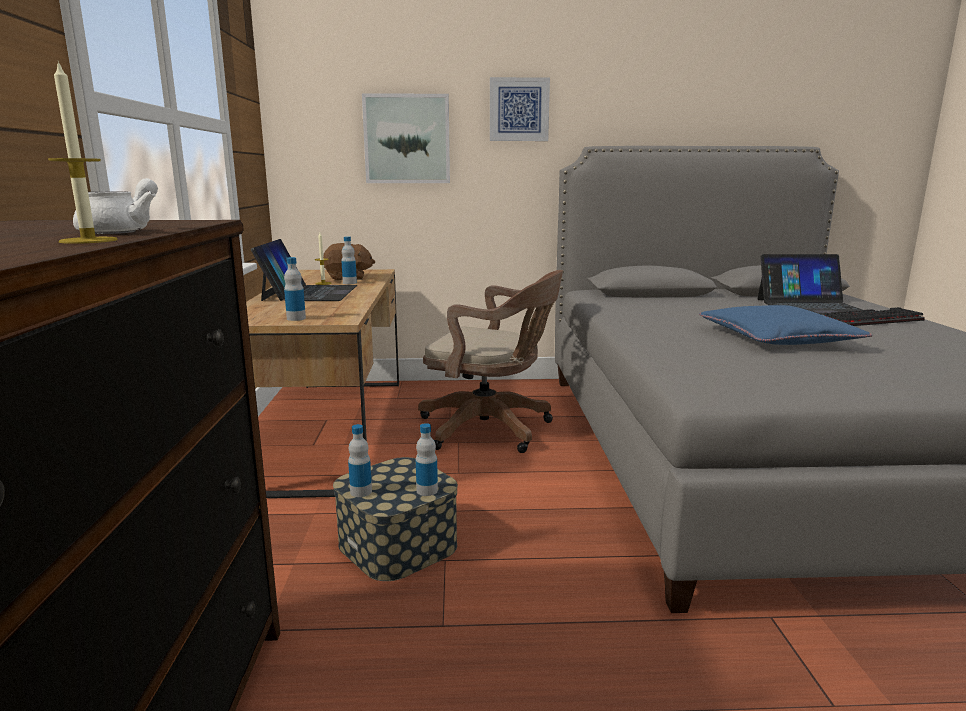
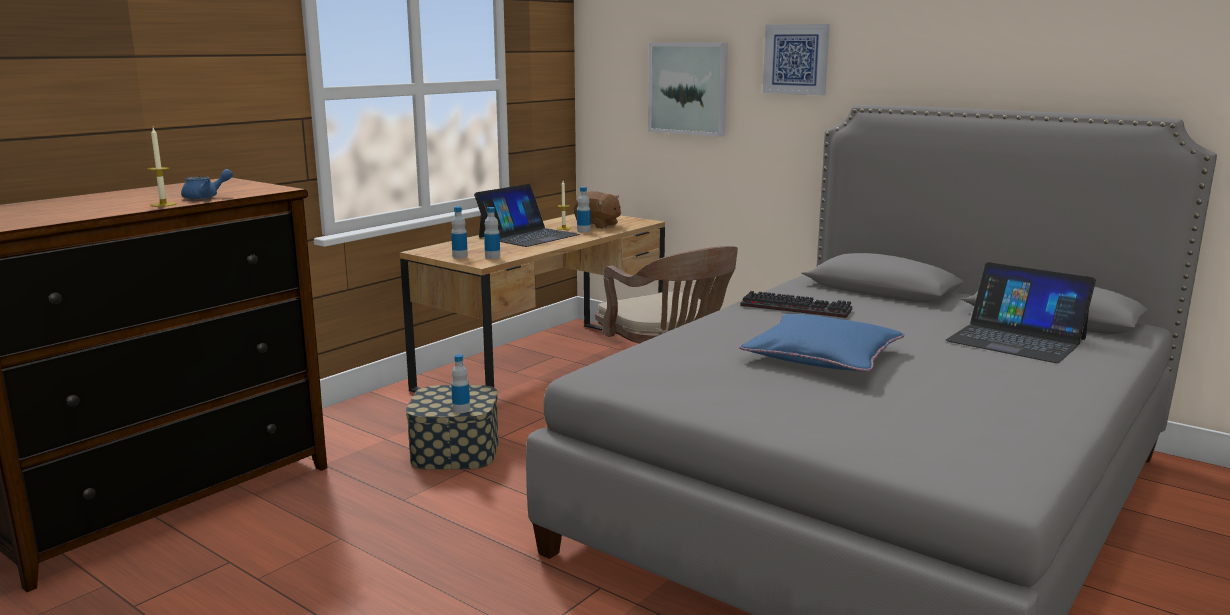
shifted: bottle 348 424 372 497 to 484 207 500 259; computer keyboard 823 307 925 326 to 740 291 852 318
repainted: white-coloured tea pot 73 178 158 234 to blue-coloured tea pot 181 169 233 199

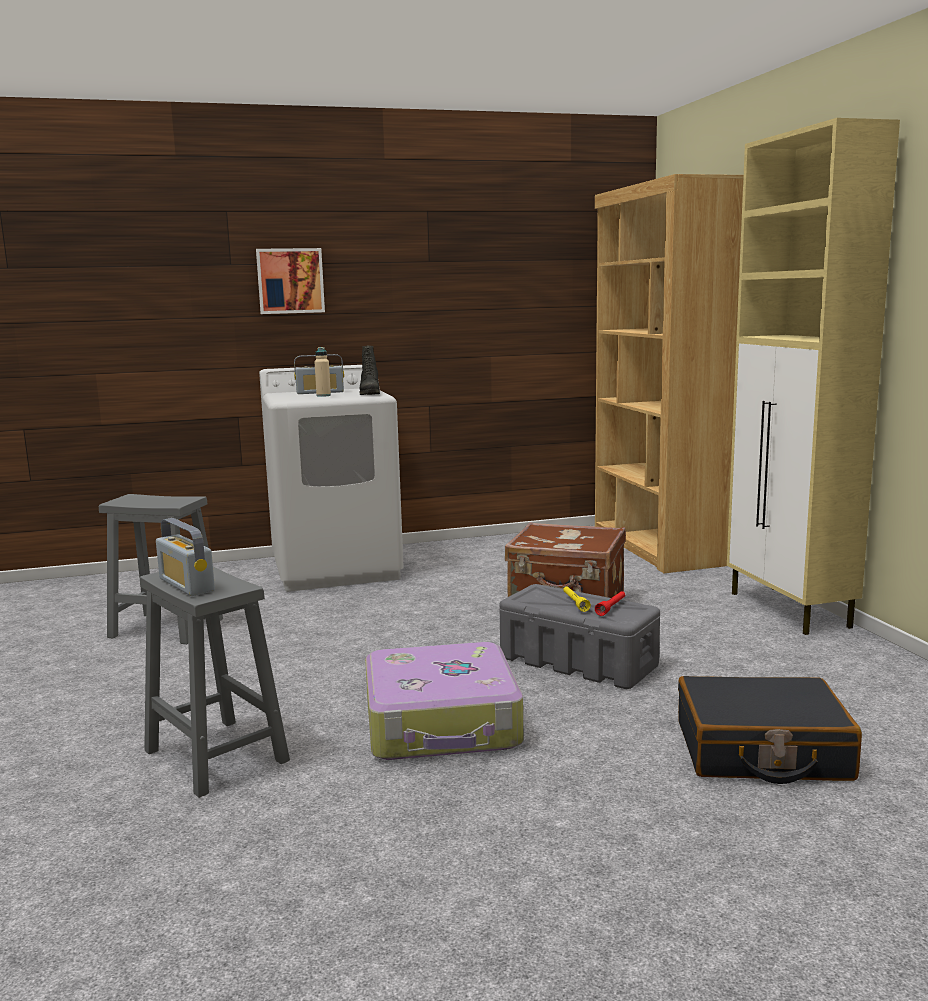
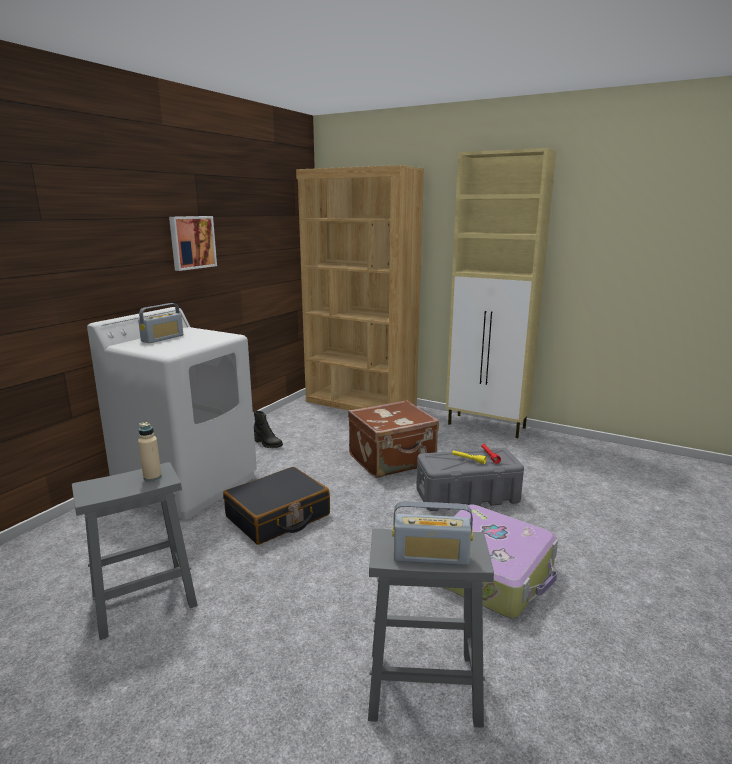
shifted: beige bottle 315 347 331 397 to 138 422 162 481; wall picture 256 248 325 314 to 169 216 217 271; blackish travel case 678 676 862 784 to 223 467 330 545; blackish boot 360 345 380 395 to 254 411 283 448

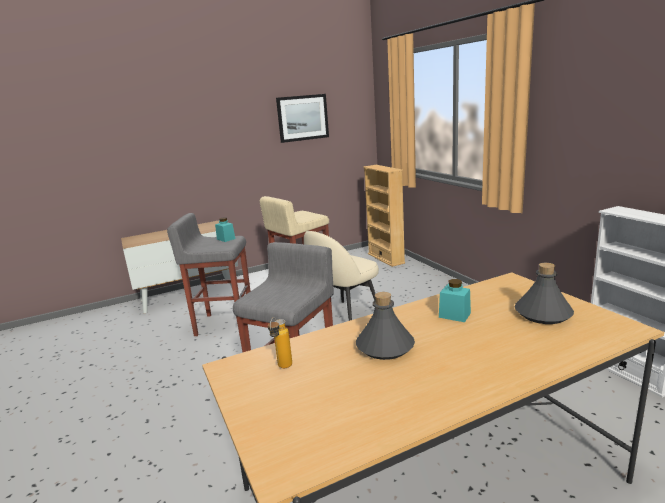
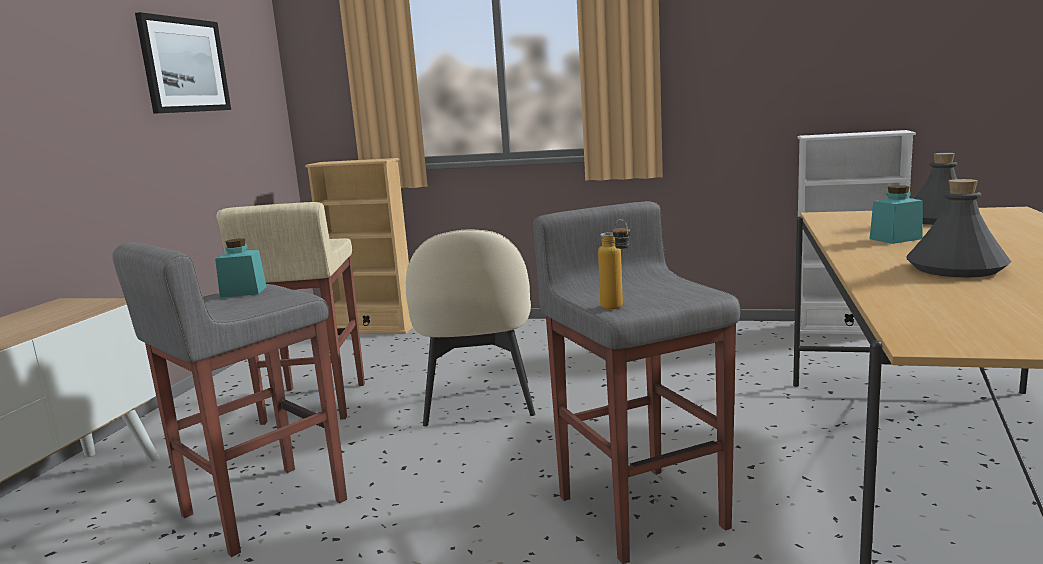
shifted: bottle 268 317 292 368 to 598 219 630 309

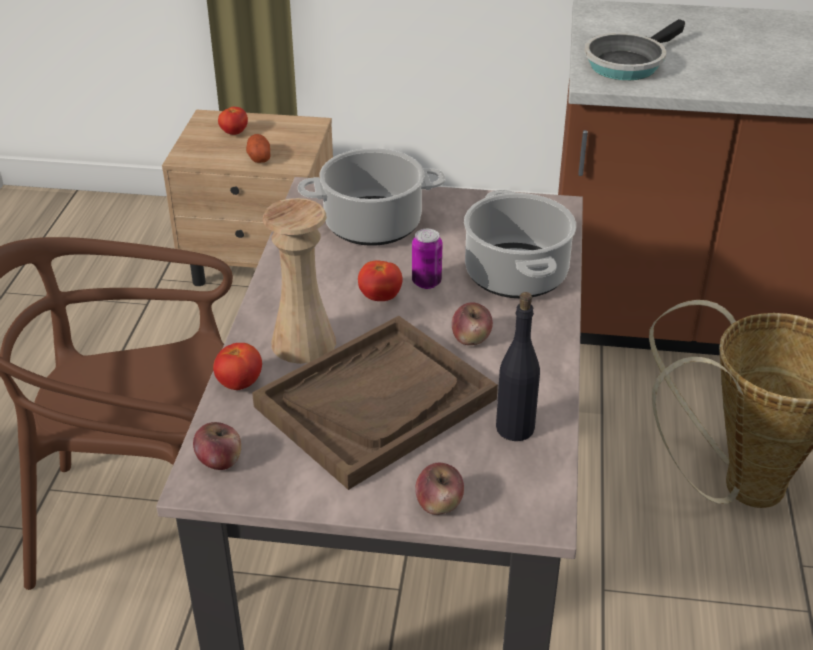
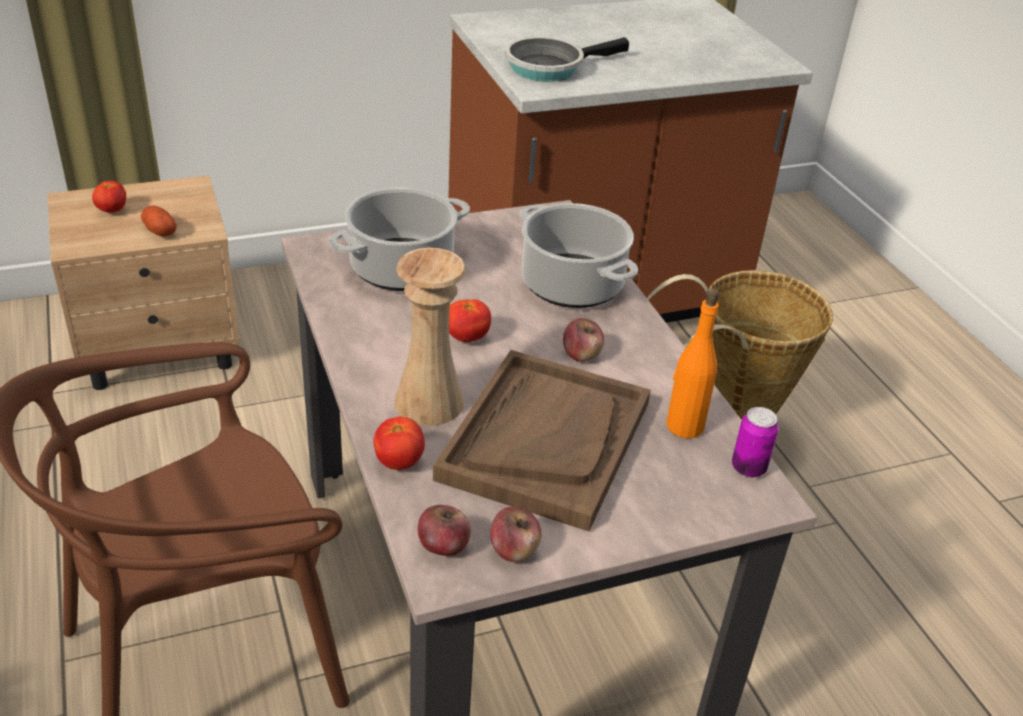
shifted: whole apple 415 462 464 515 to 490 506 541 562; sealed can 412 229 442 289 to 732 407 779 477
repainted: blackish bottle 496 292 540 441 to orange bottle 666 288 719 438
rotated: skillet 584 19 685 80 = 505 37 629 82 45 degrees clockwise

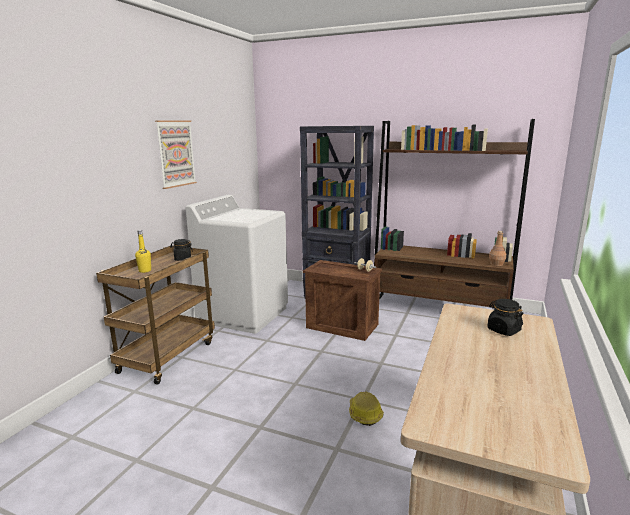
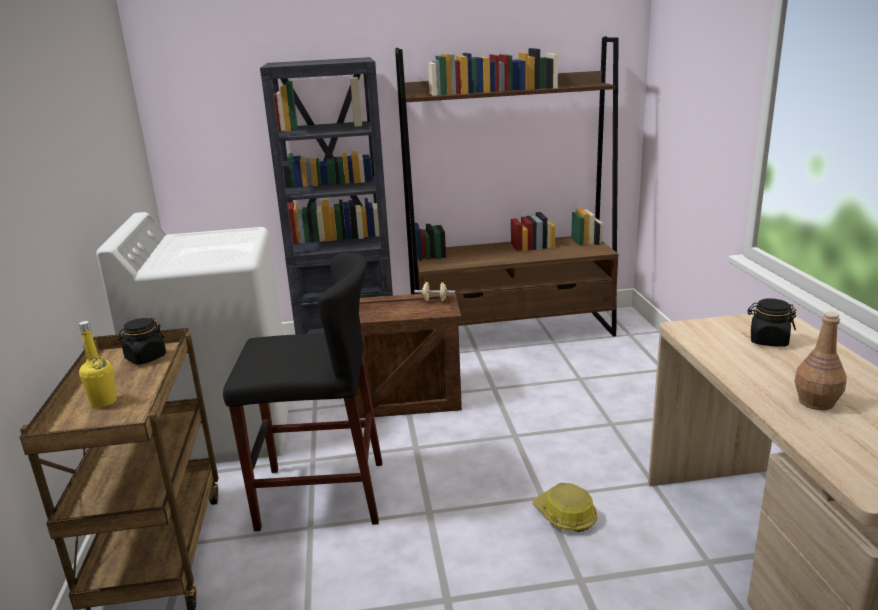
gone: wall picture 155 120 197 189
new: blackish stool seat 223 252 382 531
shifted: brownish bottle 489 231 506 266 to 794 312 847 410

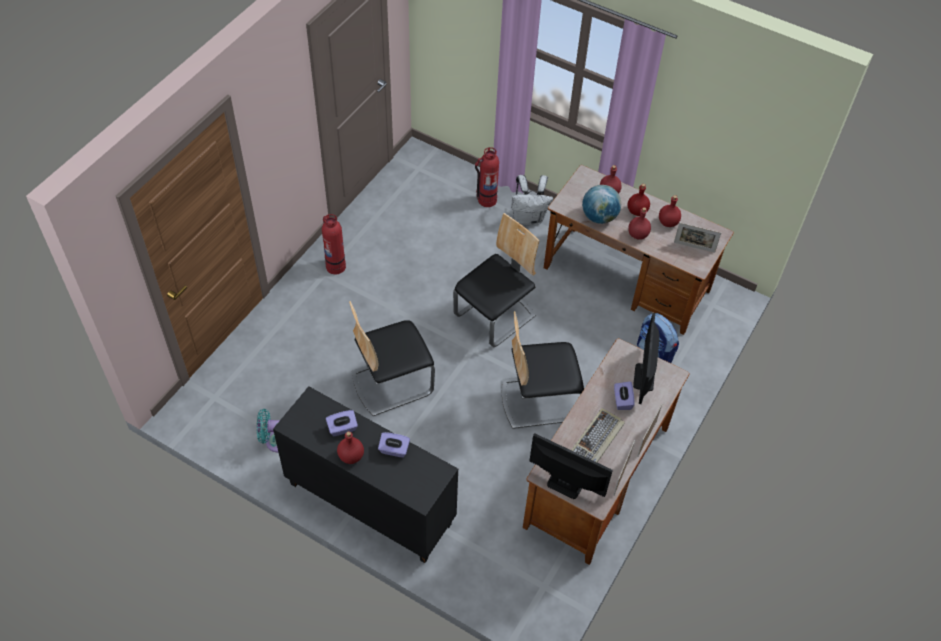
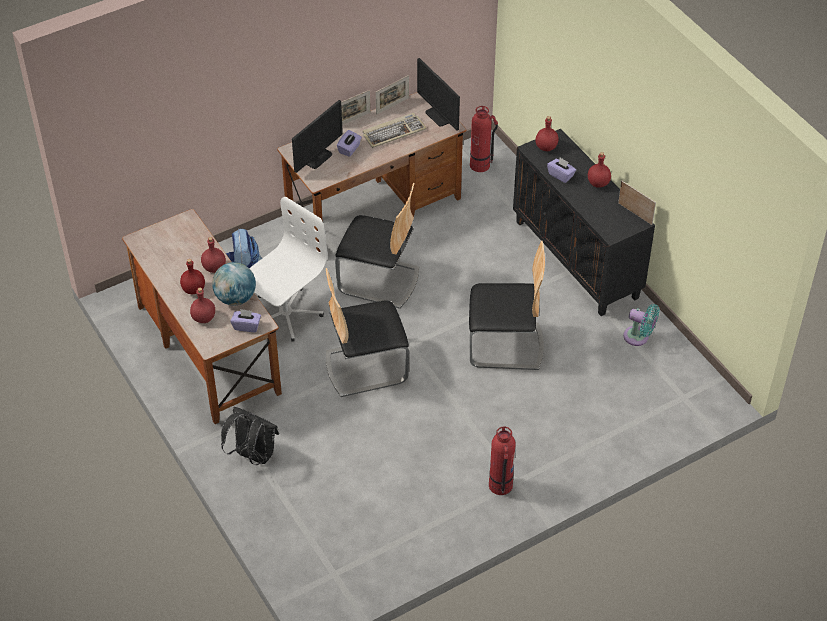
new: white-coloured office chair 249 197 327 342
shifted: purple-coloured tissue box 326 410 358 436 to 230 309 261 332; extinguisher 475 147 499 207 to 470 106 498 172; red bottle 659 195 681 227 to 535 116 559 151; standing frame 674 222 721 253 to 618 180 656 225
repainted: white-coloured rucksack 511 175 554 225 to blackish rucksack 221 407 279 465

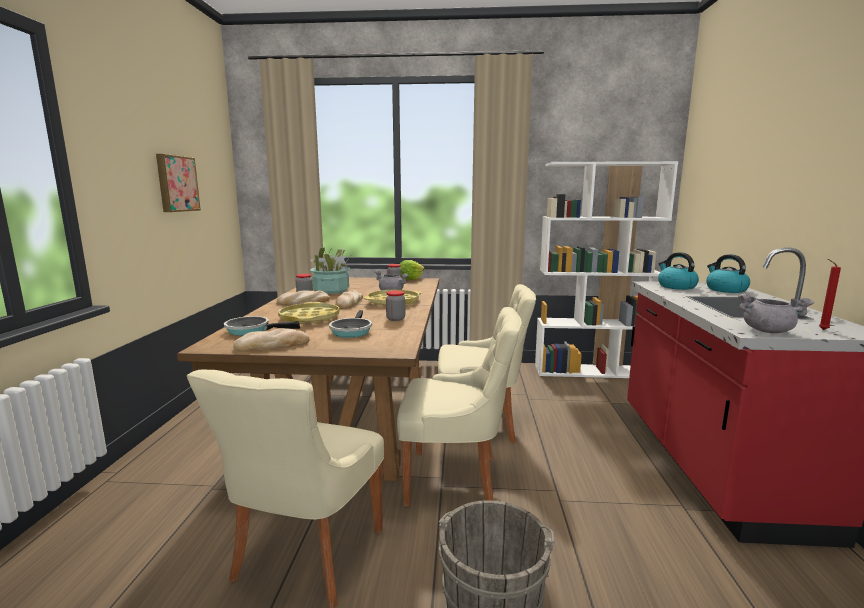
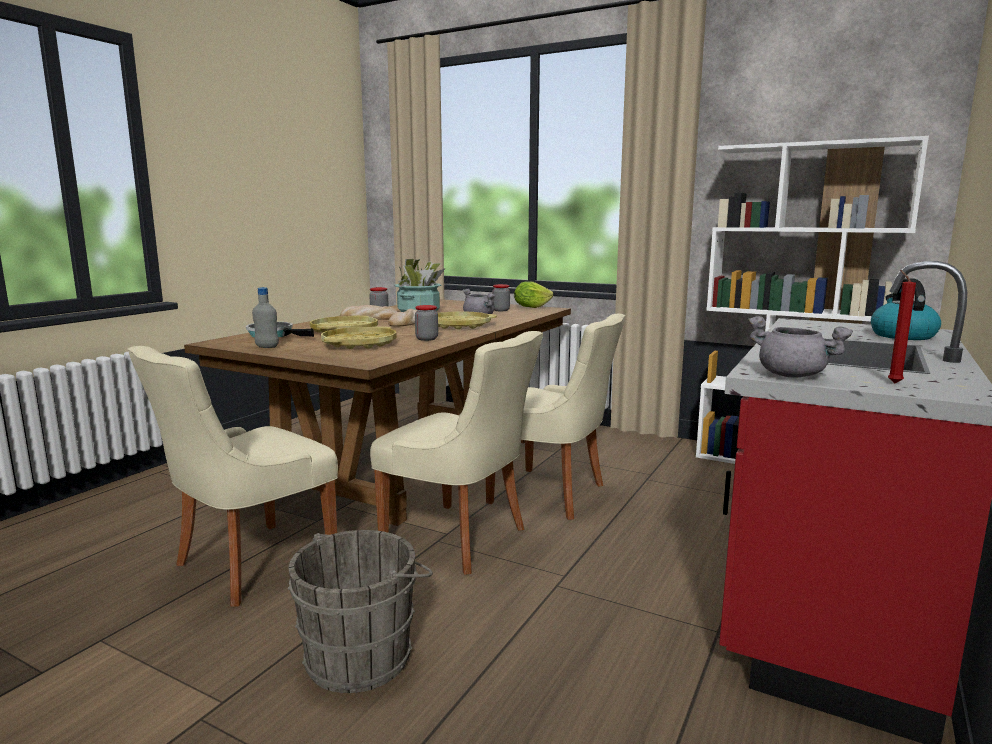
gone: wall picture 156 154 201 212; kettle 658 252 699 290
swapped: baked bread 233 328 310 352 to gray bottle 252 287 279 348; skillet 329 310 372 338 to yellow-coloured carrying tray 321 326 397 349

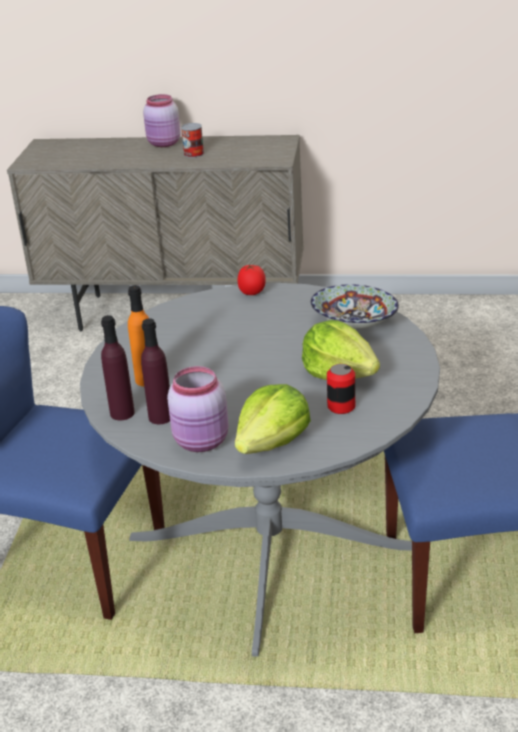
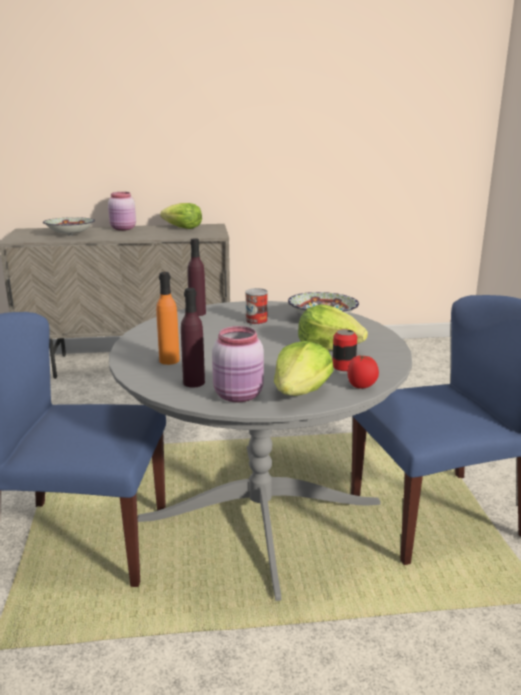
new: bowl 43 217 95 236; lettuce head 160 203 202 229
shifted: purple-coloured bottle 101 315 135 421 to 187 238 206 316; sealed can 181 123 204 158 to 245 288 268 325; fresh tomato 237 264 266 295 to 347 356 379 389

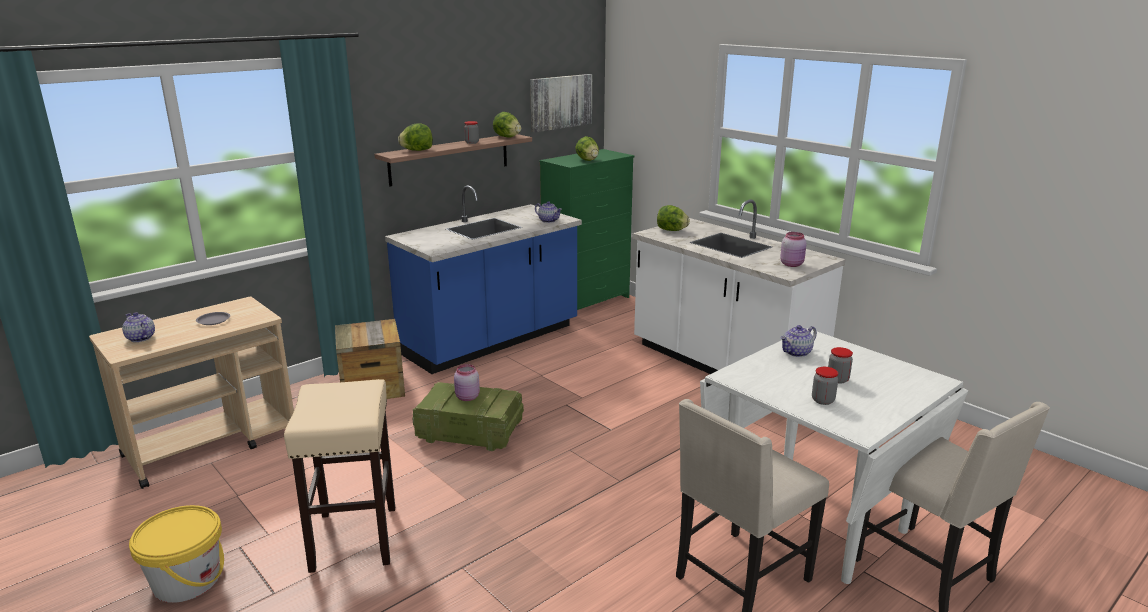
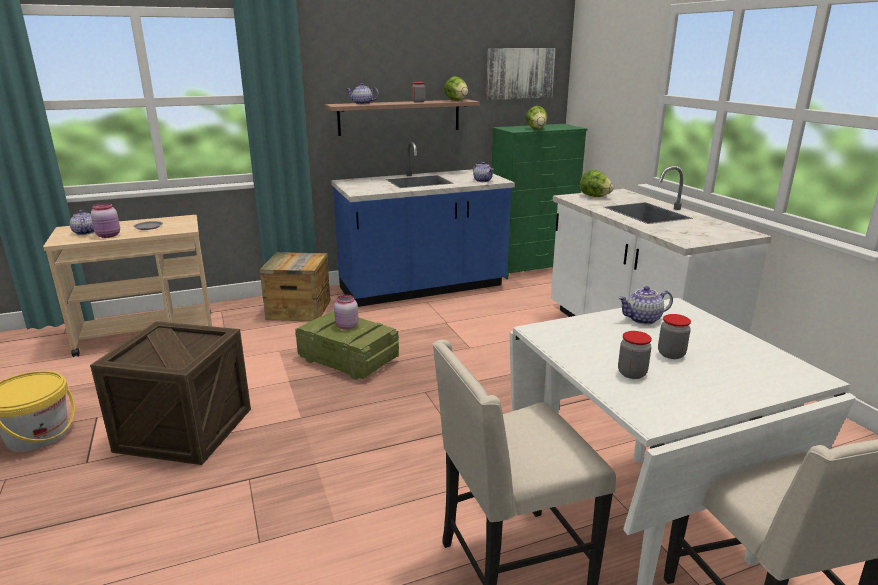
shifted: pink-coloured storage jar 780 232 806 267 to 91 203 120 238
swapped: beige stool seat 284 379 395 573 to crate 90 321 251 465; lettuce head 398 123 433 151 to tea pot 346 83 379 105

